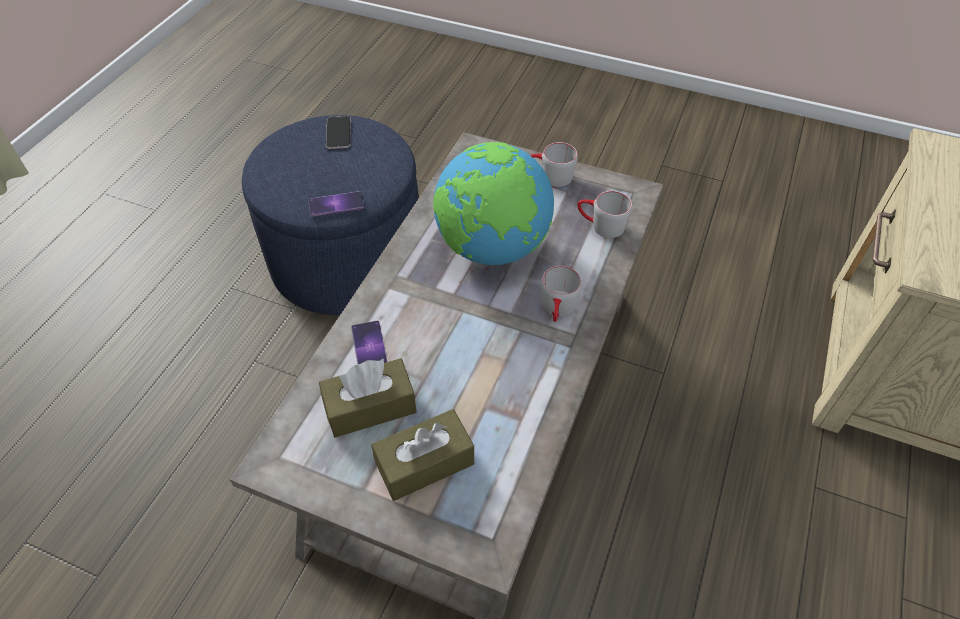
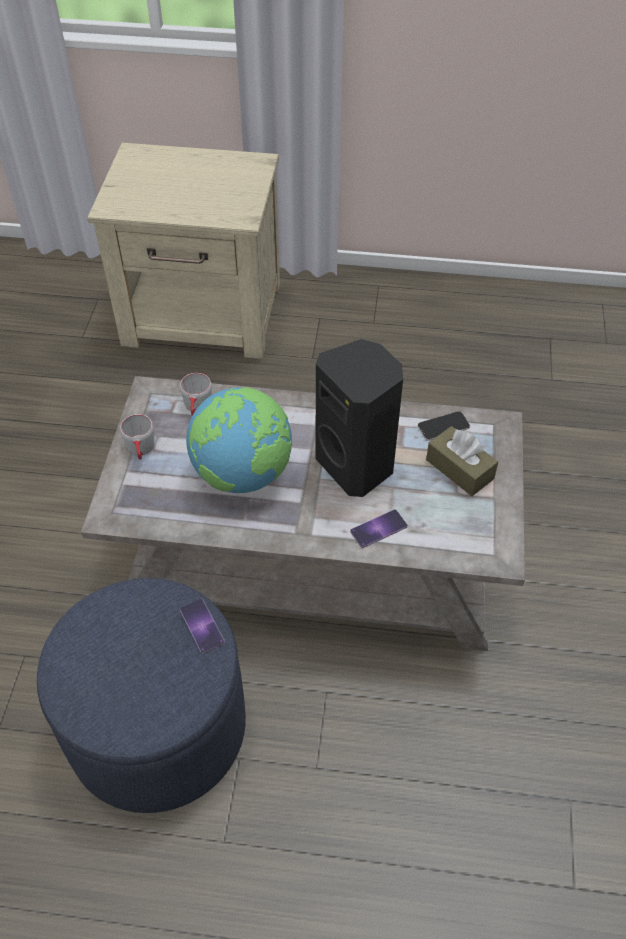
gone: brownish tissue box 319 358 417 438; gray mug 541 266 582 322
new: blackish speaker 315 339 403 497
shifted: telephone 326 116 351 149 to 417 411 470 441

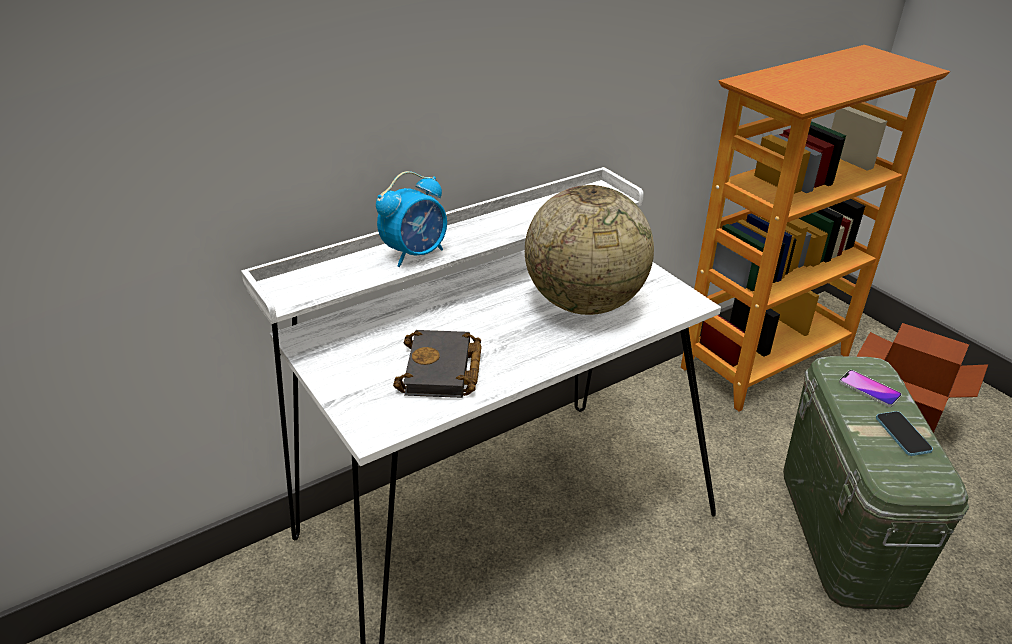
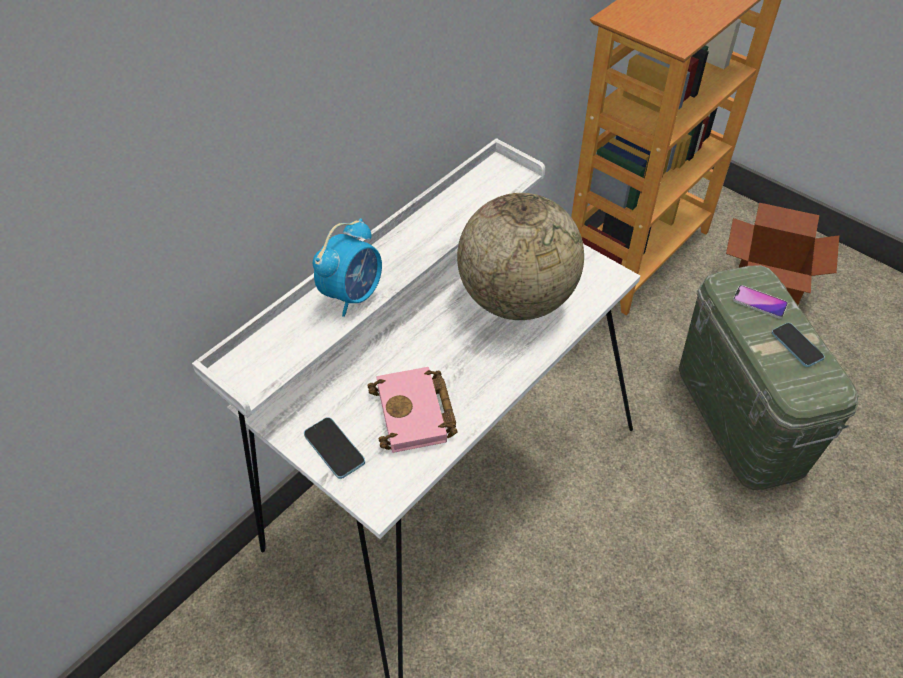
new: telephone 304 417 365 479
repainted: blackish volume 393 330 482 398 to pink-coloured volume 367 367 458 453

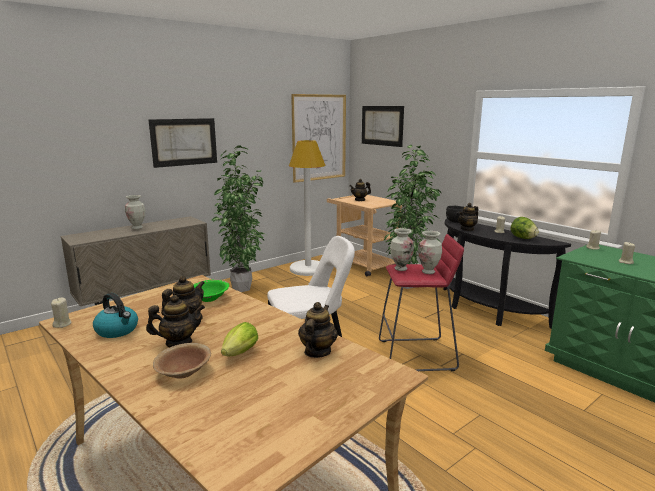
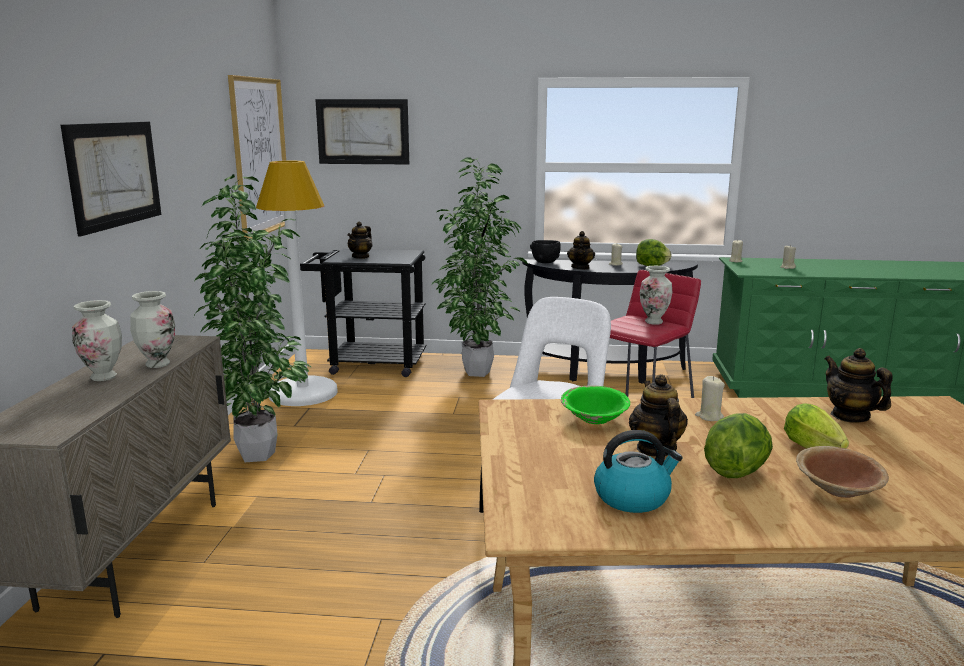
shifted: vase 390 228 414 271 to 130 291 175 368; beige candle 51 298 72 328 to 695 376 725 421
swapped: tea pot 146 295 205 347 to lettuce head 704 413 773 478
repainted: beige trolley 327 195 402 276 to blackish trolley 300 249 427 377

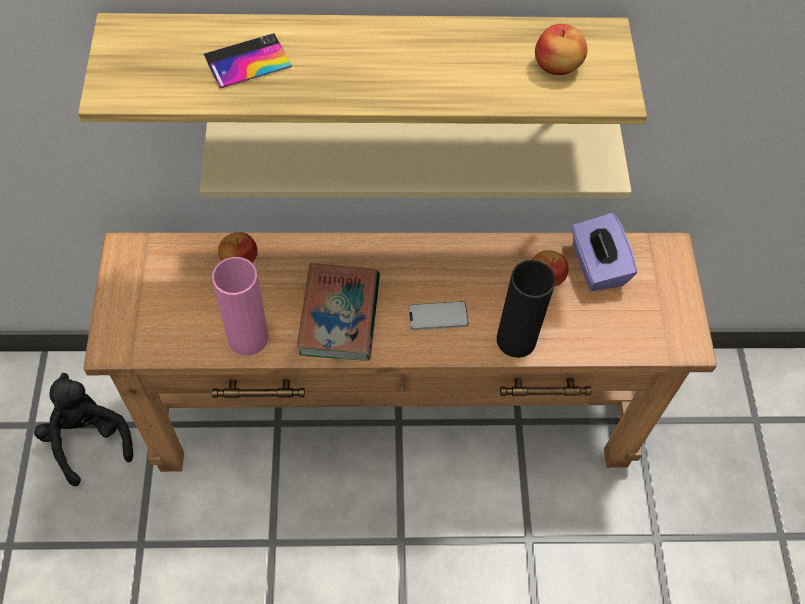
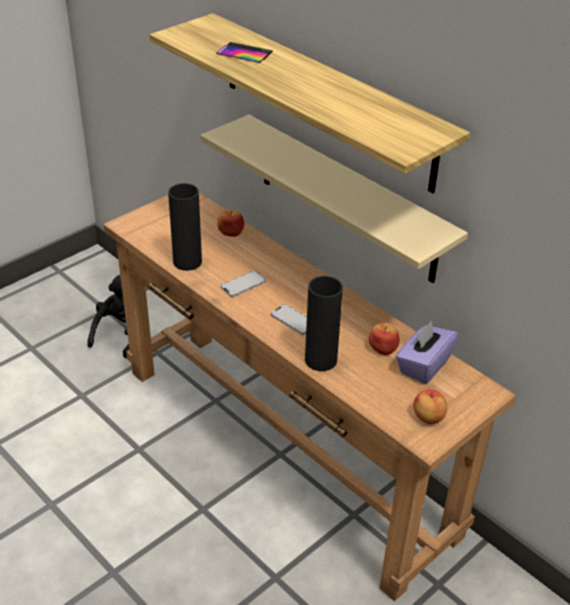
shifted: whole apple 535 24 587 75 to 413 389 447 424
swapped: volume 297 263 380 361 to telephone 221 270 266 297
repainted: pink-coloured vase 212 257 268 356 to blackish vase 168 183 202 271

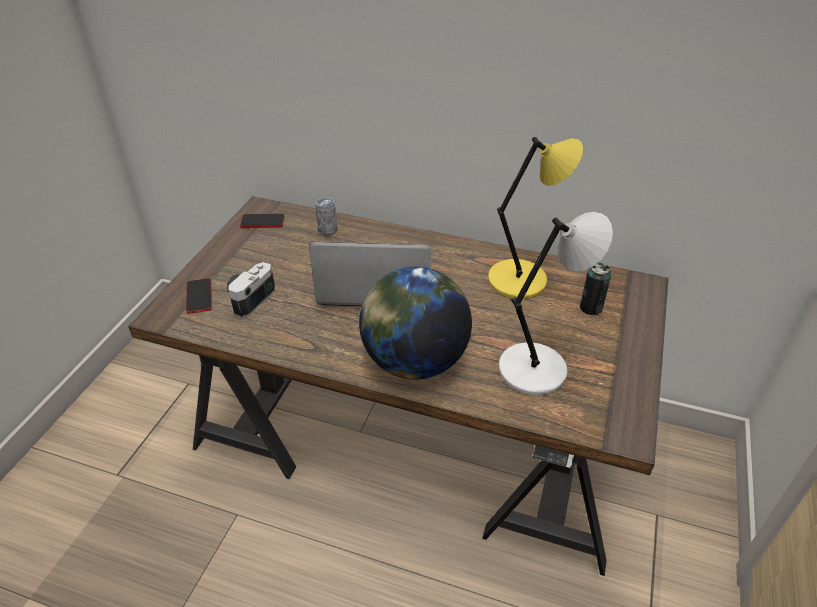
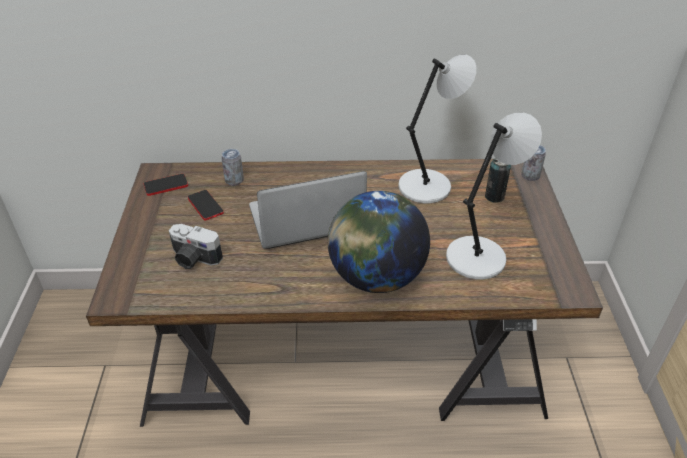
new: sealed can 521 145 546 181
shifted: telephone 186 278 212 314 to 188 190 223 221
repainted: yellow-coloured lamp for a table 488 137 583 299 to gray lamp for a table 398 55 476 203
rotated: photo camera 227 262 275 318 = 169 224 223 269 75 degrees counterclockwise

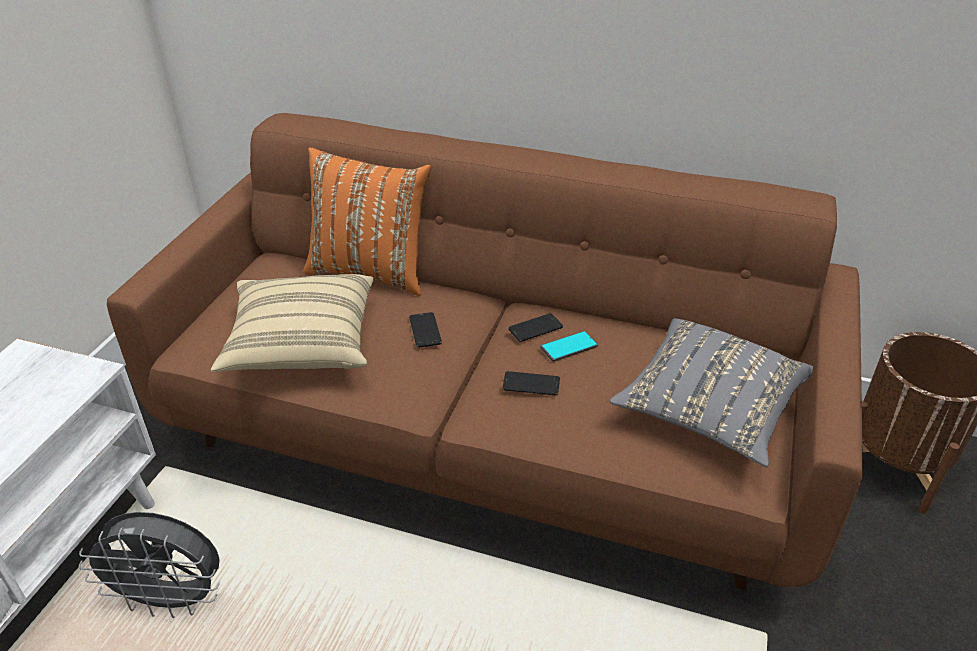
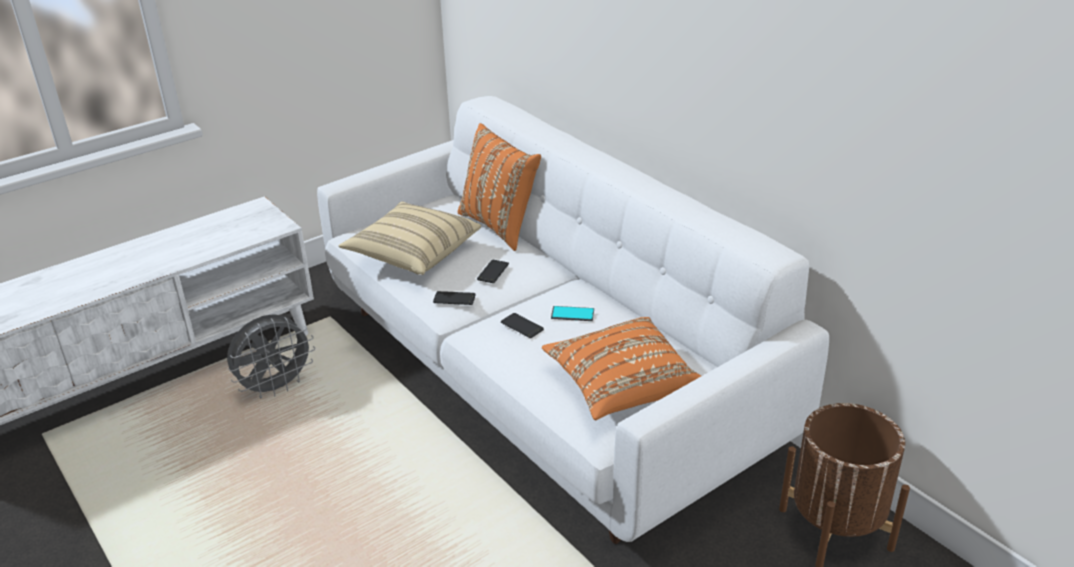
shifted: telephone 508 313 563 342 to 433 291 476 305
repainted: brownish sofa 107 113 863 590 to white-coloured sofa 317 96 829 544; gray throw pillow 610 318 813 467 to orange throw pillow 542 317 701 420
rotated: gray cooling fan 78 512 220 618 = 227 314 316 398 75 degrees counterclockwise

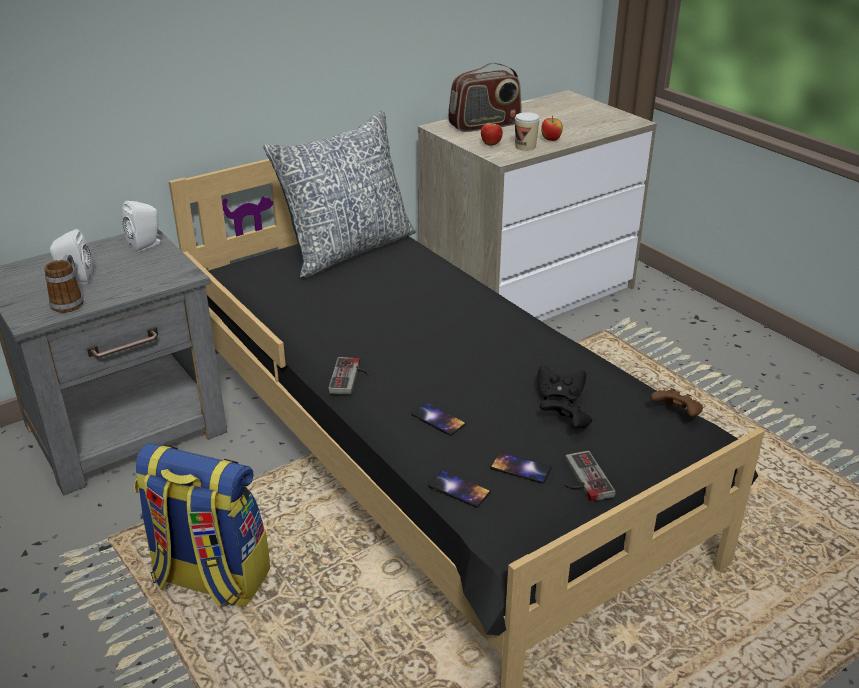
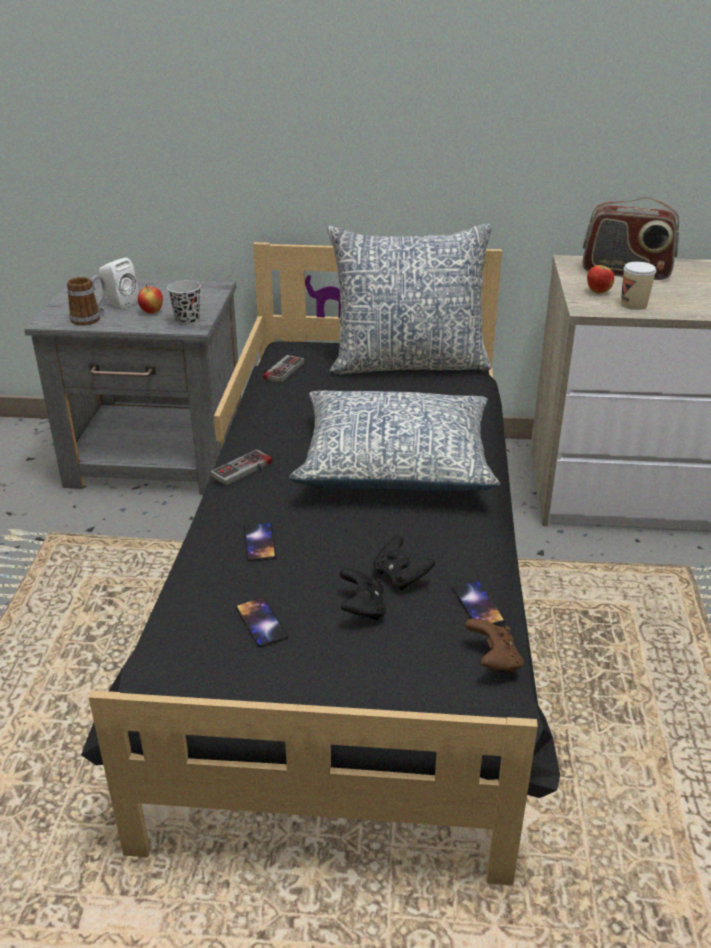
gone: white-coloured speaker 122 201 160 252; rucksack 134 443 270 607
new: blackish small cup 167 280 201 326; throw pillow 289 391 500 491
shifted: whole apple 541 116 563 141 to 138 285 163 314; joypad 564 451 615 501 to 263 355 304 383; telephone 428 471 491 508 to 452 581 505 625

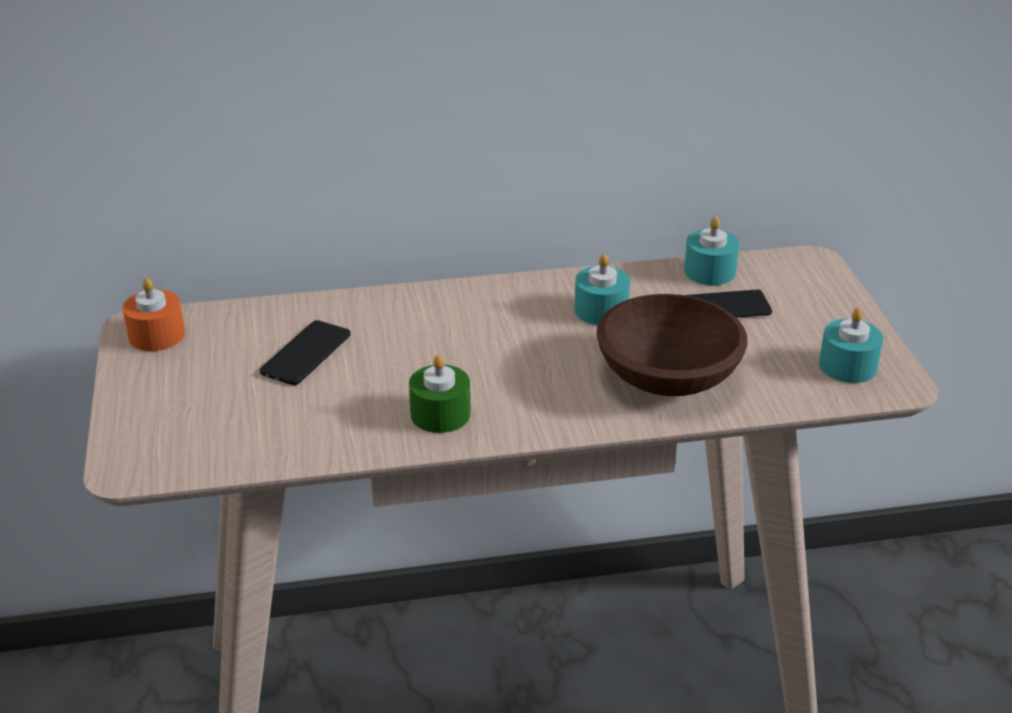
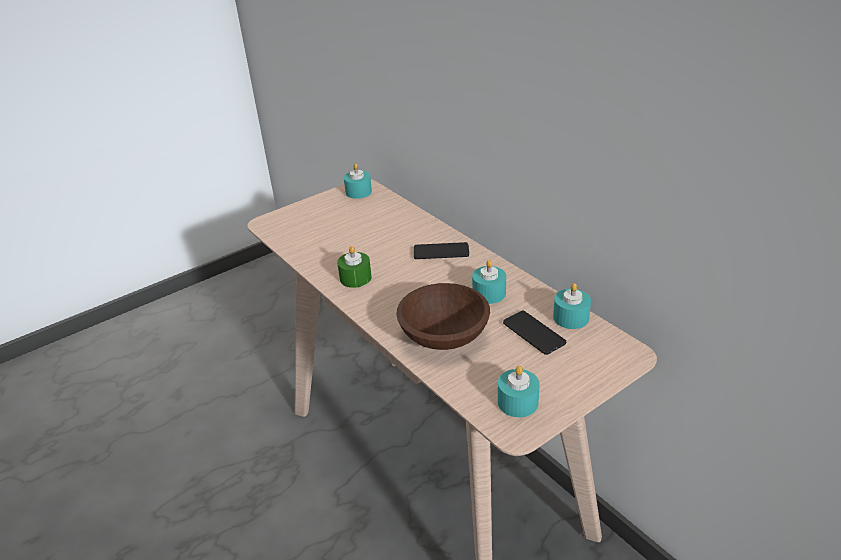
shifted: telephone 260 320 350 385 to 414 242 469 259
repainted: orange candle 122 278 185 351 to blue-green candle 344 163 372 199

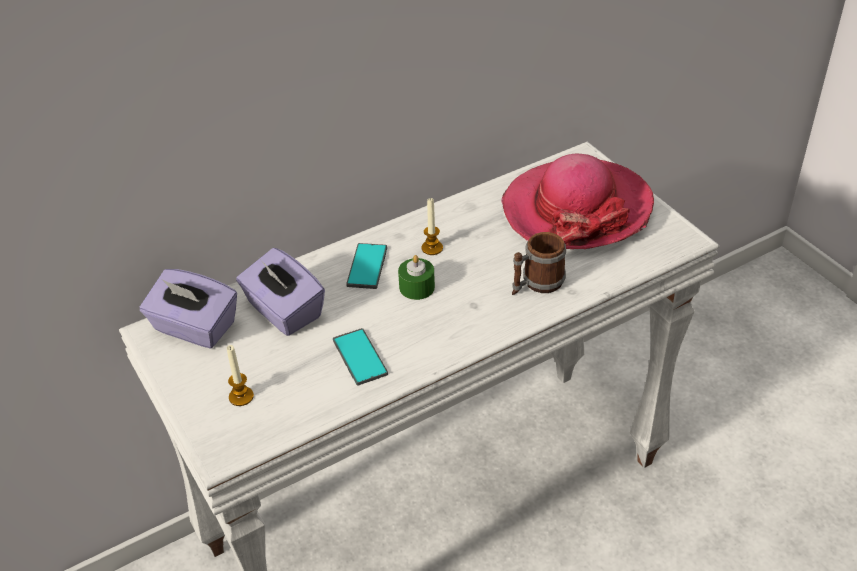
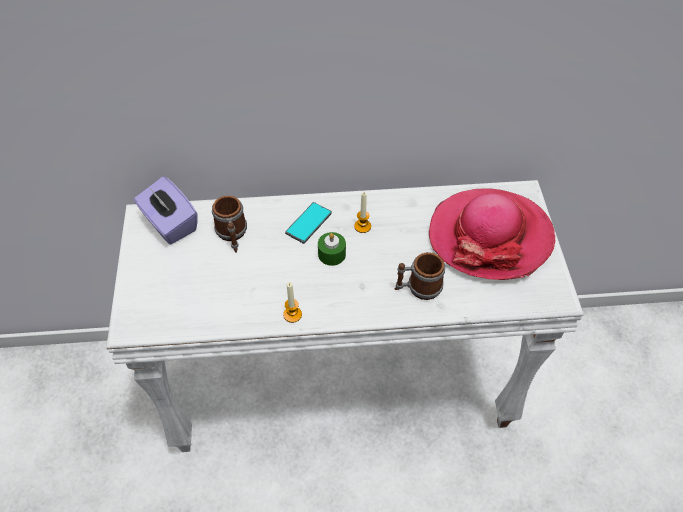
gone: telephone 333 328 388 385
shifted: candle 227 345 254 406 to 283 282 302 323
swapped: purple-coloured tissue box 236 248 325 336 to mug 212 196 247 253

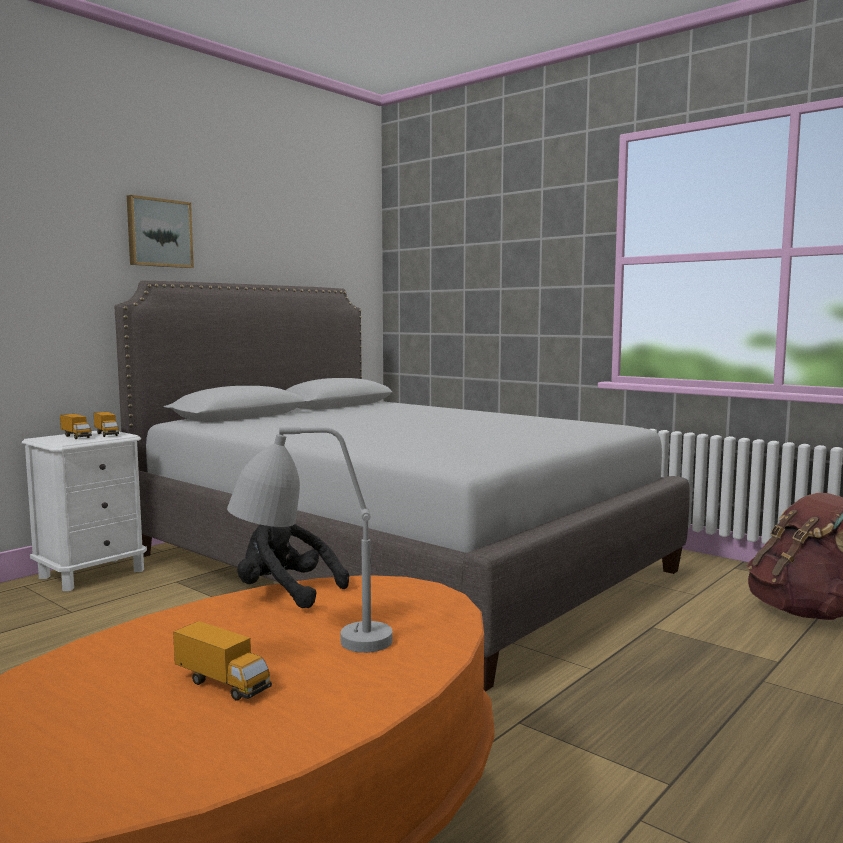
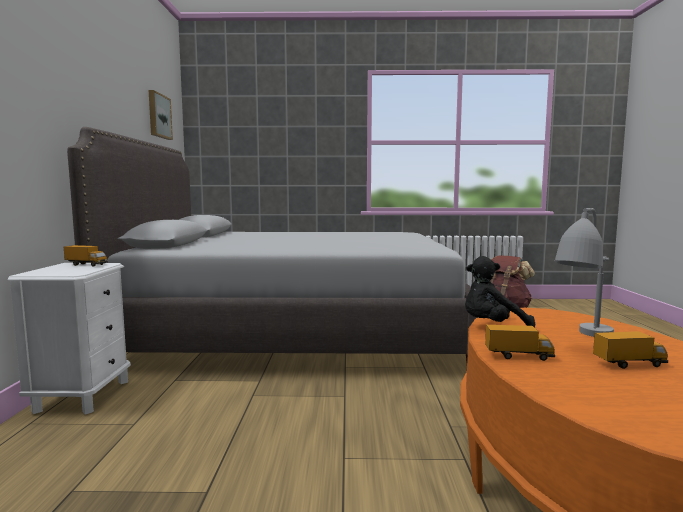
shifted: wall picture 127 195 194 268 to 149 90 173 140; toy lorry 60 414 92 439 to 485 325 555 361

